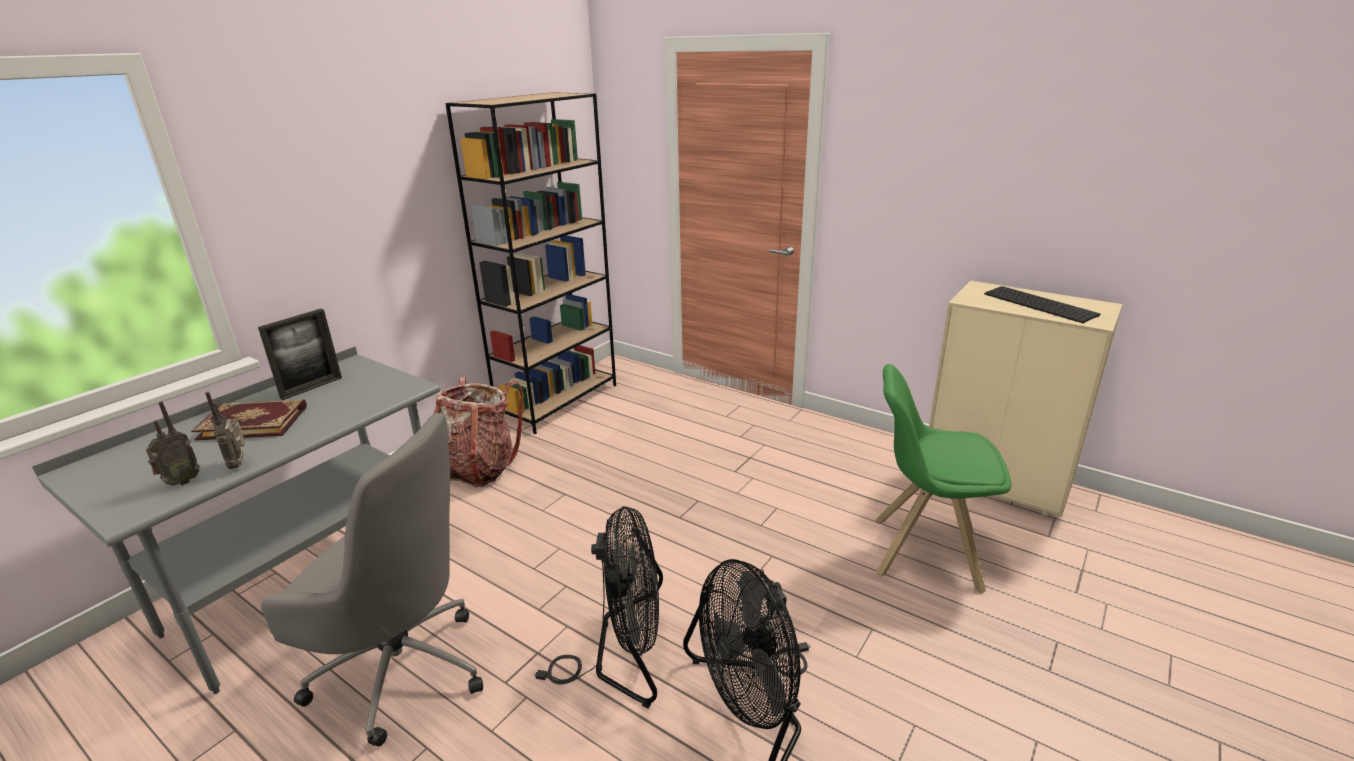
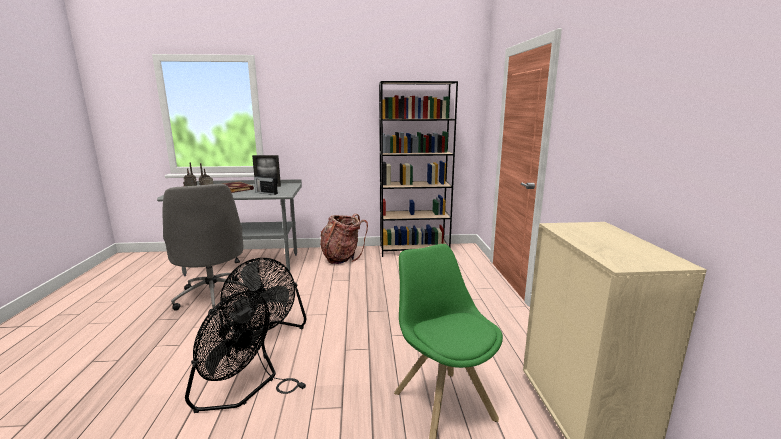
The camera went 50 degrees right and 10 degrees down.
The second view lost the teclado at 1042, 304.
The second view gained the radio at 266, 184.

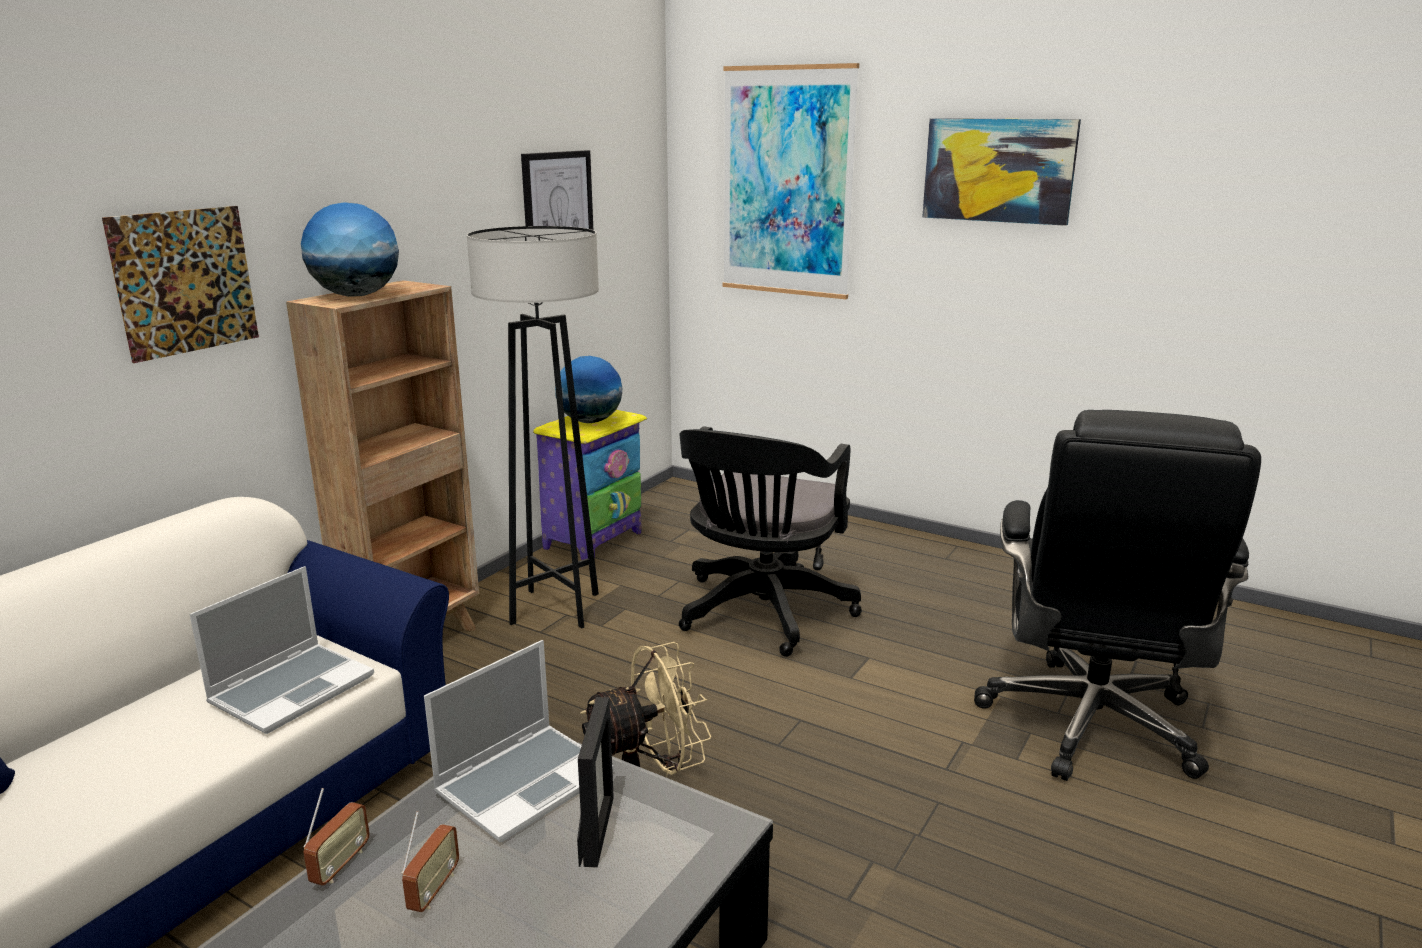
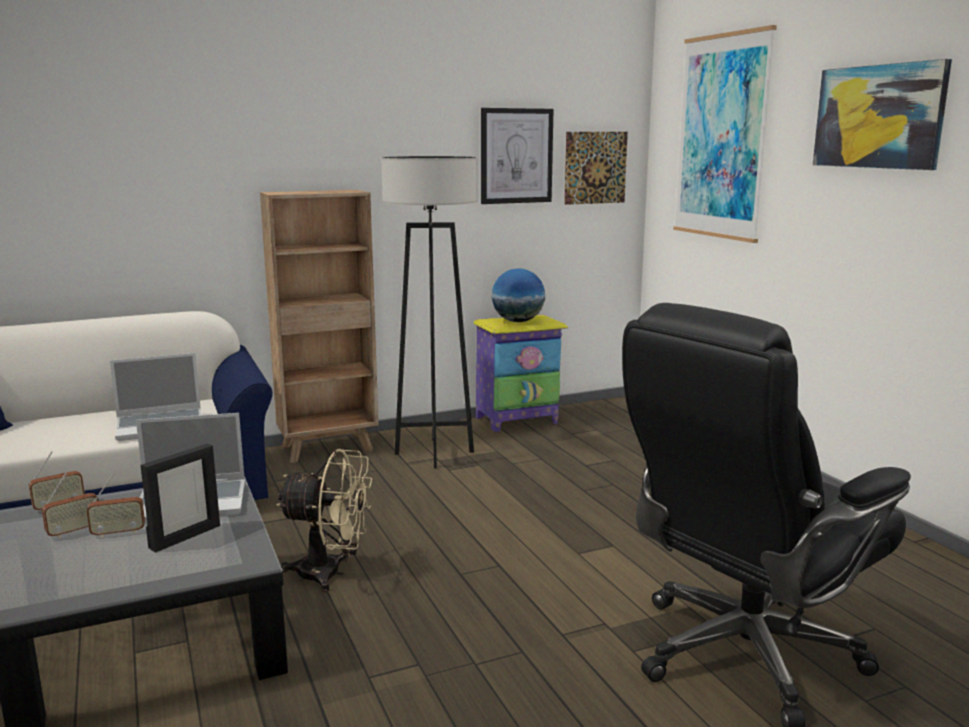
The camera went 35 degrees right and 5 degrees down.
The cuadro ended up elsewhere, having gone from 180, 284 to 596, 168.
The second view lost the globo terráqueo at 350, 249.
The second view lost the silla de oficina [negro] at 770, 541.
The second view gained the radio at 116, 506.

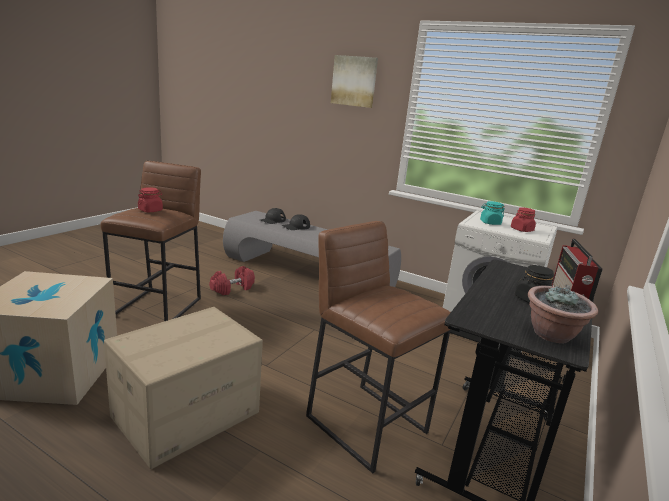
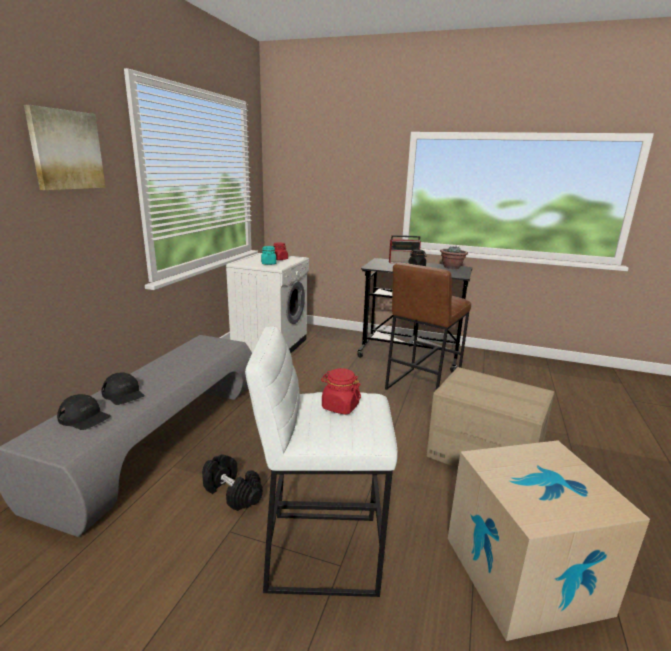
The camera went 100 degrees left and 0 degrees up.
What was the taburete [marrón] at 150, 241 turned into the taburete [blanco] at 321, 461.
What was the mancuerna [rojo] at 232, 280 turned into the mancuerna [negro] at 232, 482.

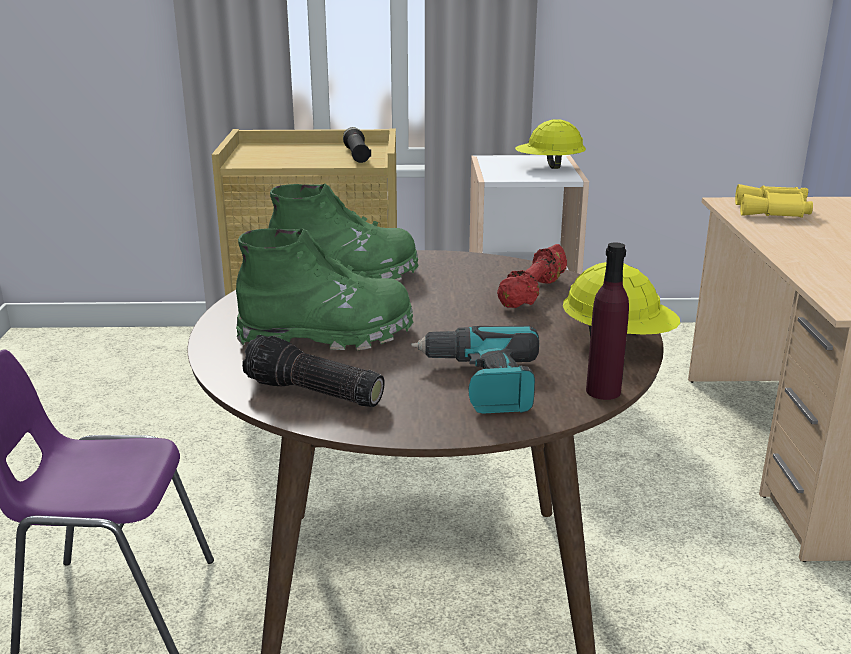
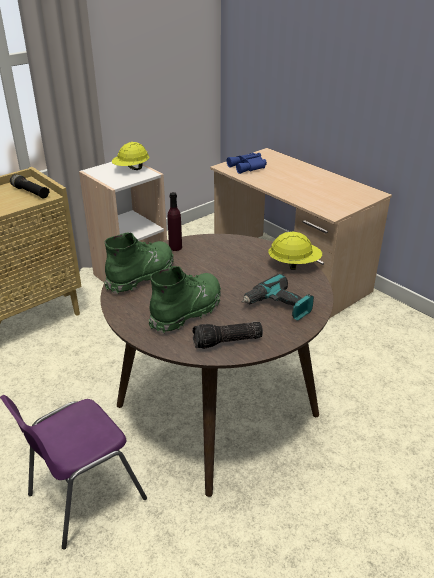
The camera went 40 degrees left and 10 degrees up.
The second view lost the mancuerna [rojo] at 532, 276.
The botella [morado] ended up elsewhere, having gone from 607, 321 to 175, 221.
What was the prismáticos [amarillo] at 774, 201 turned into the prismáticos [azul] at 246, 163.

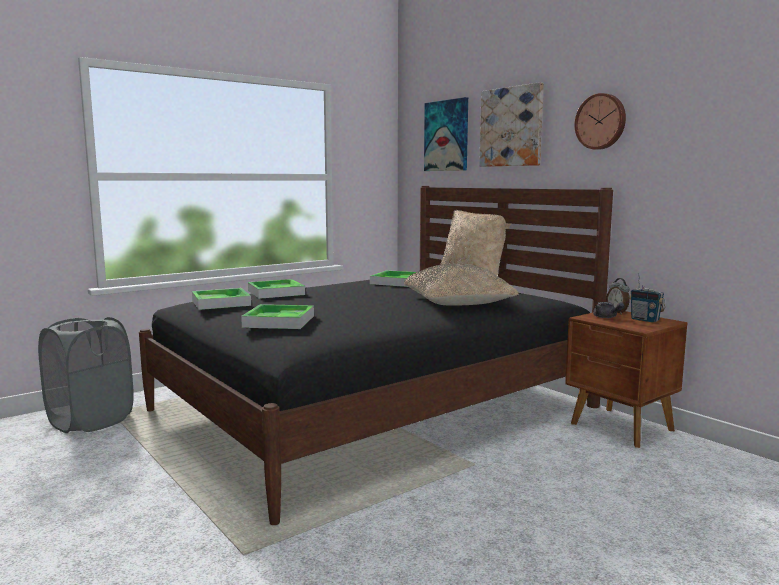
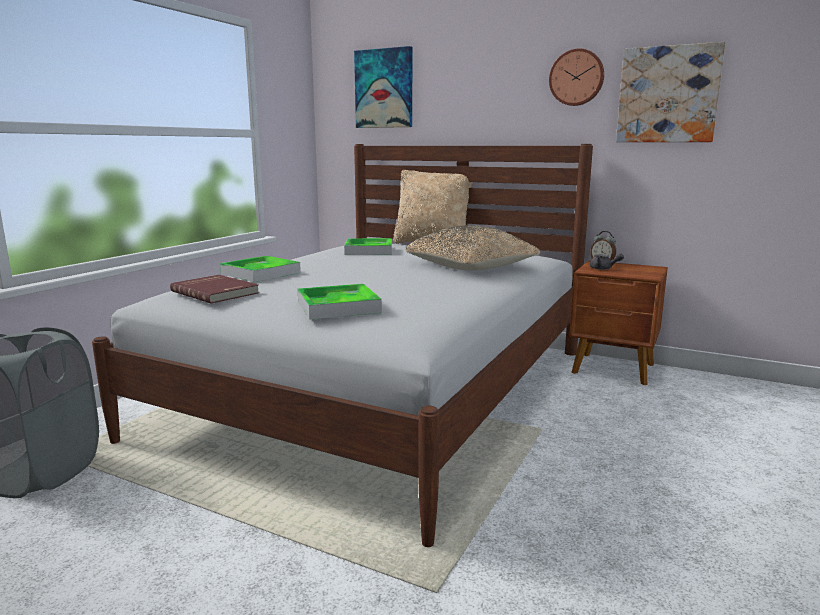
The camera went 25 degrees left and 5 degrees up.
What was the cama [negro] at 376, 355 turned into the cama [blanco] at 342, 345.
Where the bandeja stood at 221, 299, the libro [rojo] came to stand at 214, 289.
The cuadro ended up elsewhere, having gone from 511, 124 to 670, 92.
The second view lost the radio at 647, 298.

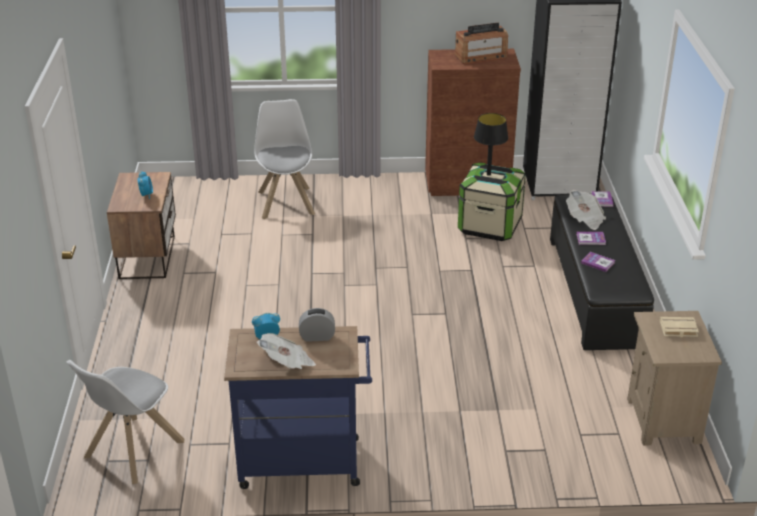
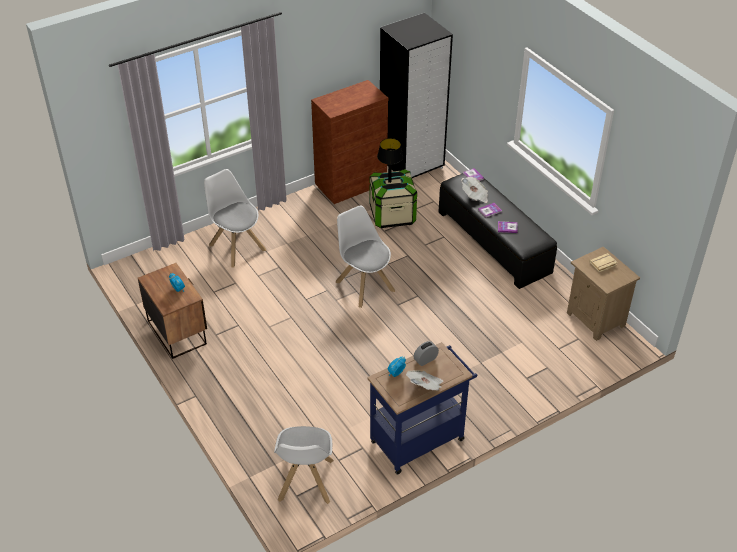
The camera went 30 degrees left and 10 degrees up.
The second view lost the radio at 481, 44.
The second view gained the silla at 365, 256.

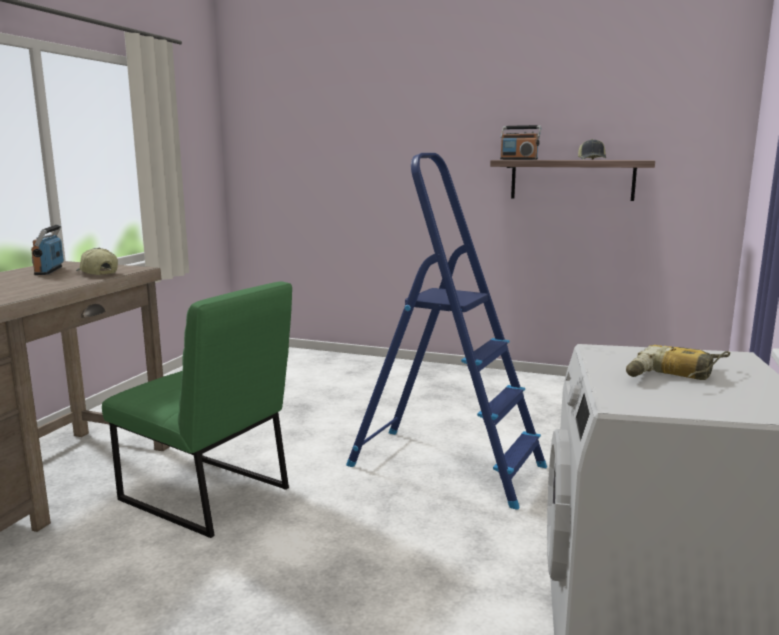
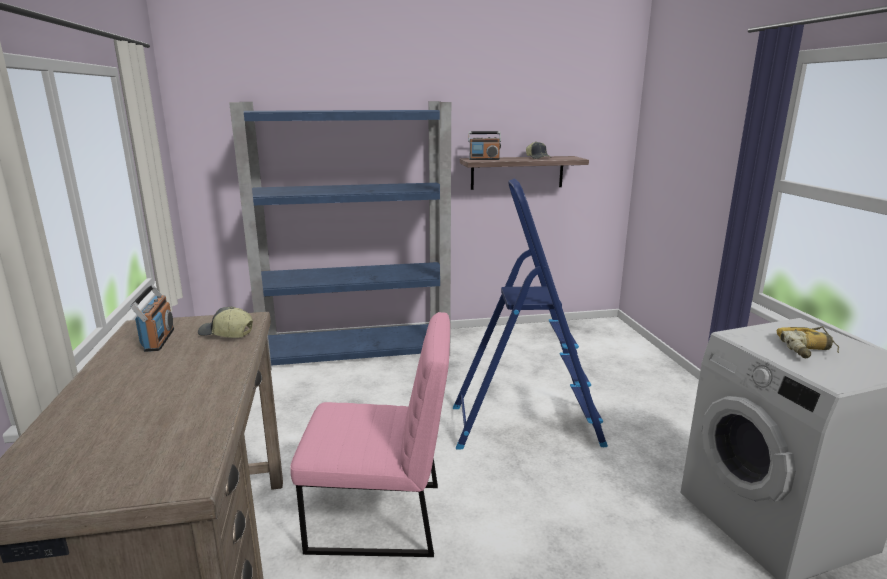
The camera went 30 degrees left and 5 degrees up.
The radio at 47, 249 ended up facing another way, 150 degrees counterclockwise from before.
What was the silla [verde] at 197, 410 turned into the silla [rosa] at 370, 434.
The second view gained the estantería [azul] at 340, 235.

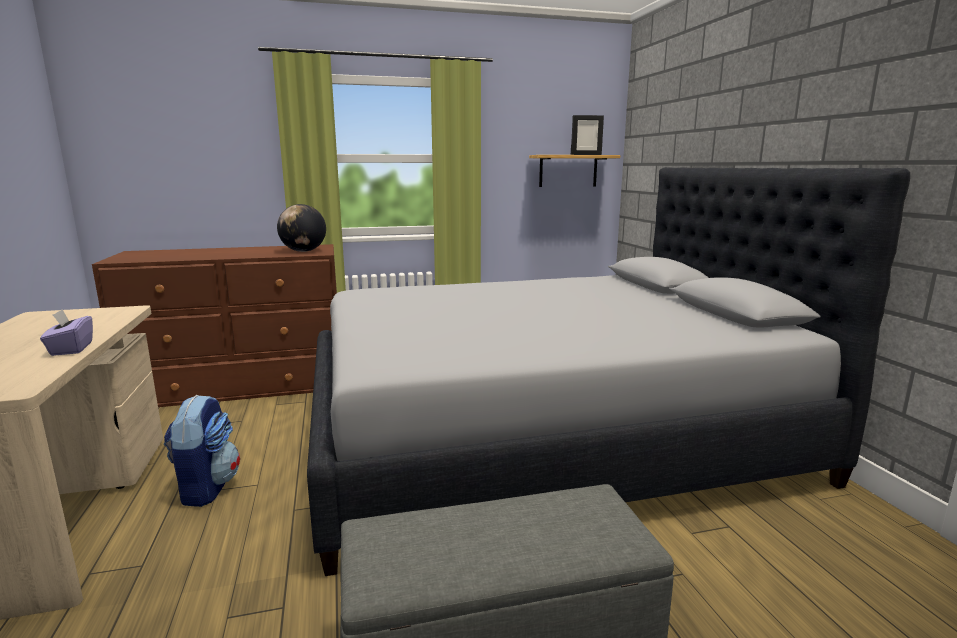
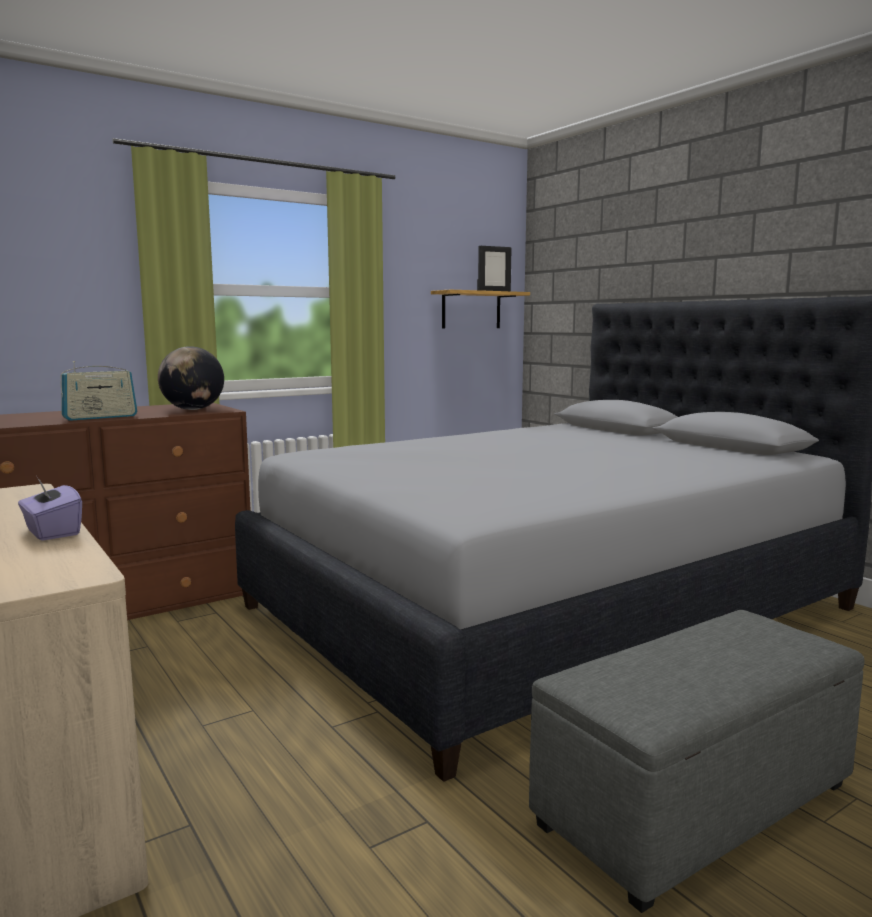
The camera went 20 degrees left and 5 degrees down.
The second view lost the mochila at 201, 451.
The second view gained the radio at 98, 391.

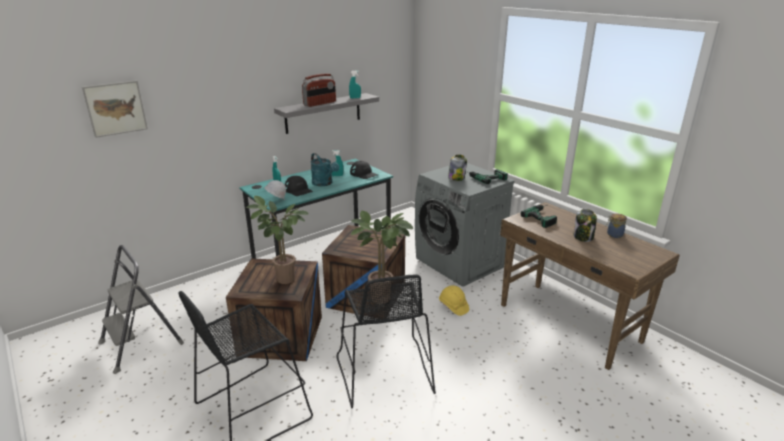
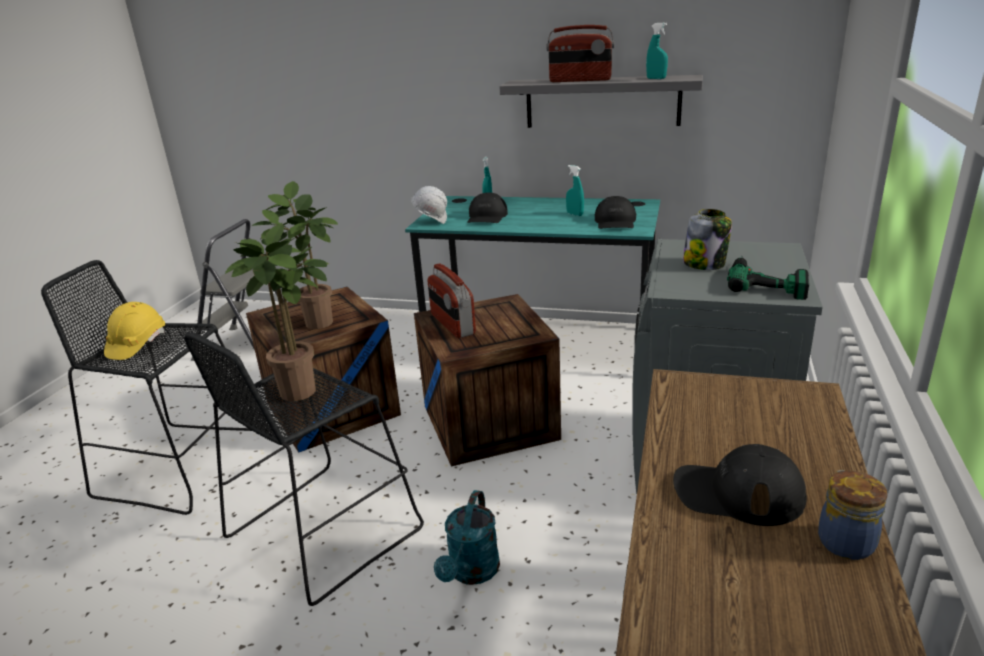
The camera went 55 degrees right and 0 degrees up.
The second view lost the cuadro at 115, 109.
The regadera [turquesa] ended up elsewhere, having gone from 325, 169 to 467, 537.
The casco [amarillo] ended up elsewhere, having gone from 454, 300 to 134, 331.
The second view lost the taladro at 539, 216.
Where the tarro stood at 585, 225, the gorra [negro] came to stand at 740, 485.
The second view gained the radio at 452, 300.

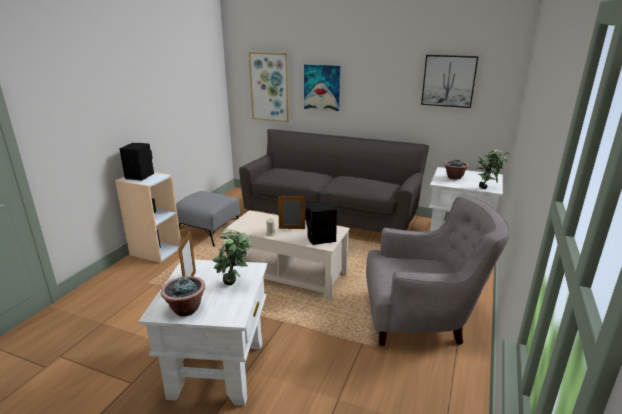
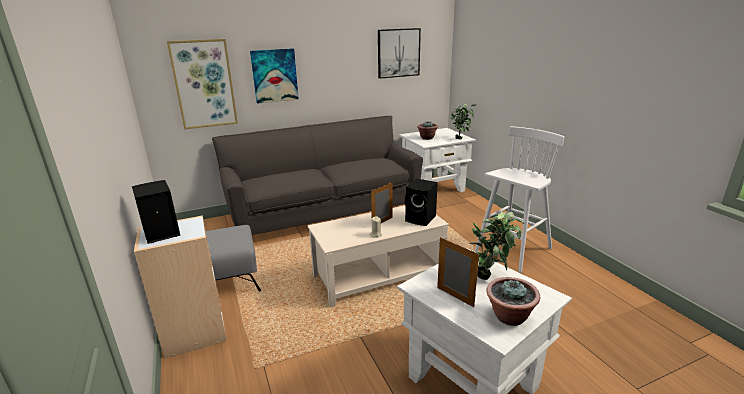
The camera went 45 degrees left and 0 degrees up.
Where the sillón [gris] stood at 438, 270, the taburete [blanco] came to stand at 519, 199.

